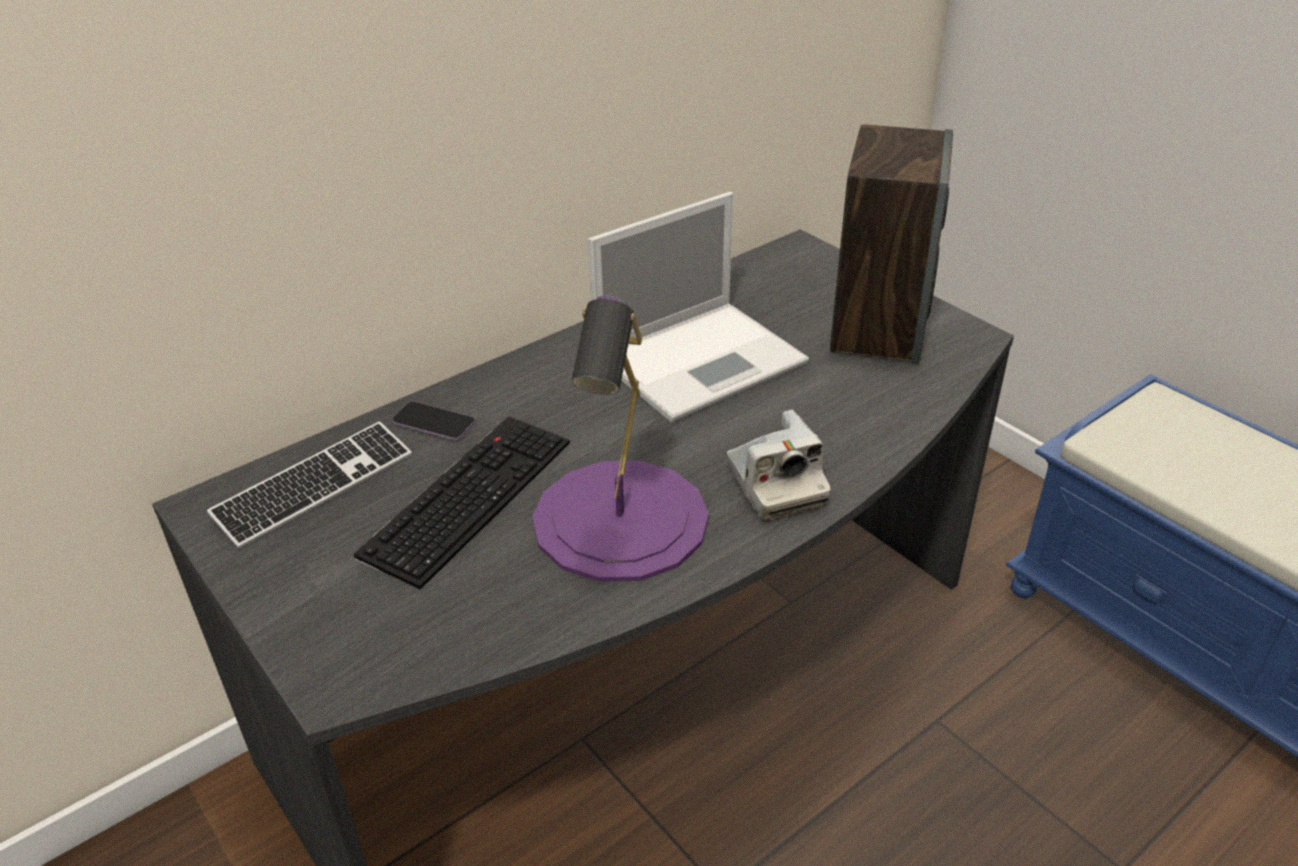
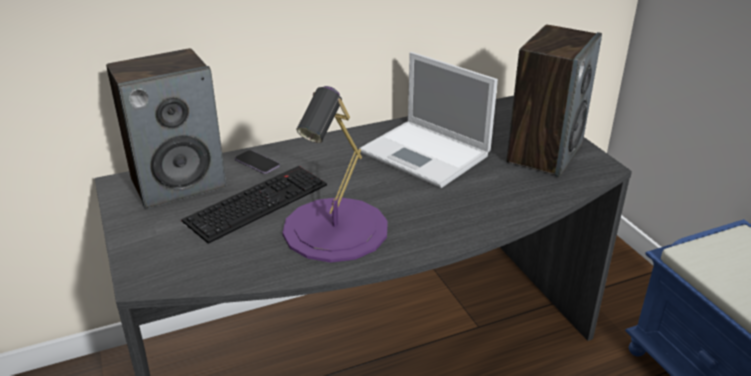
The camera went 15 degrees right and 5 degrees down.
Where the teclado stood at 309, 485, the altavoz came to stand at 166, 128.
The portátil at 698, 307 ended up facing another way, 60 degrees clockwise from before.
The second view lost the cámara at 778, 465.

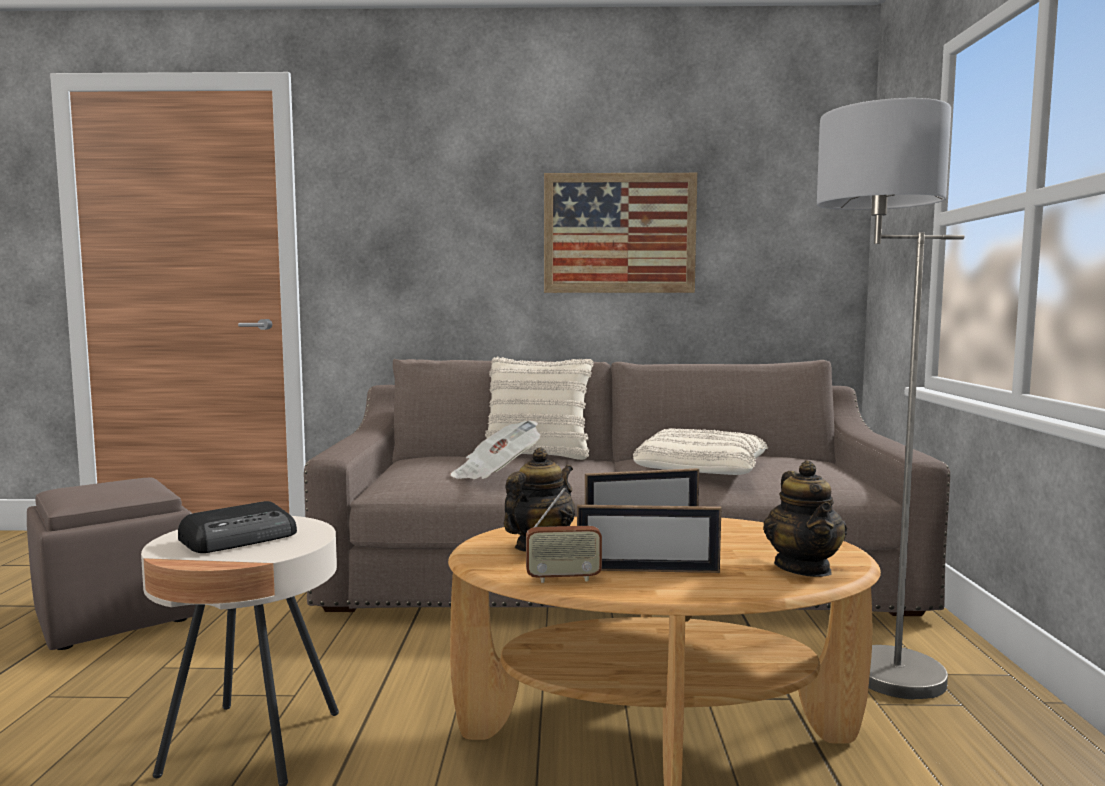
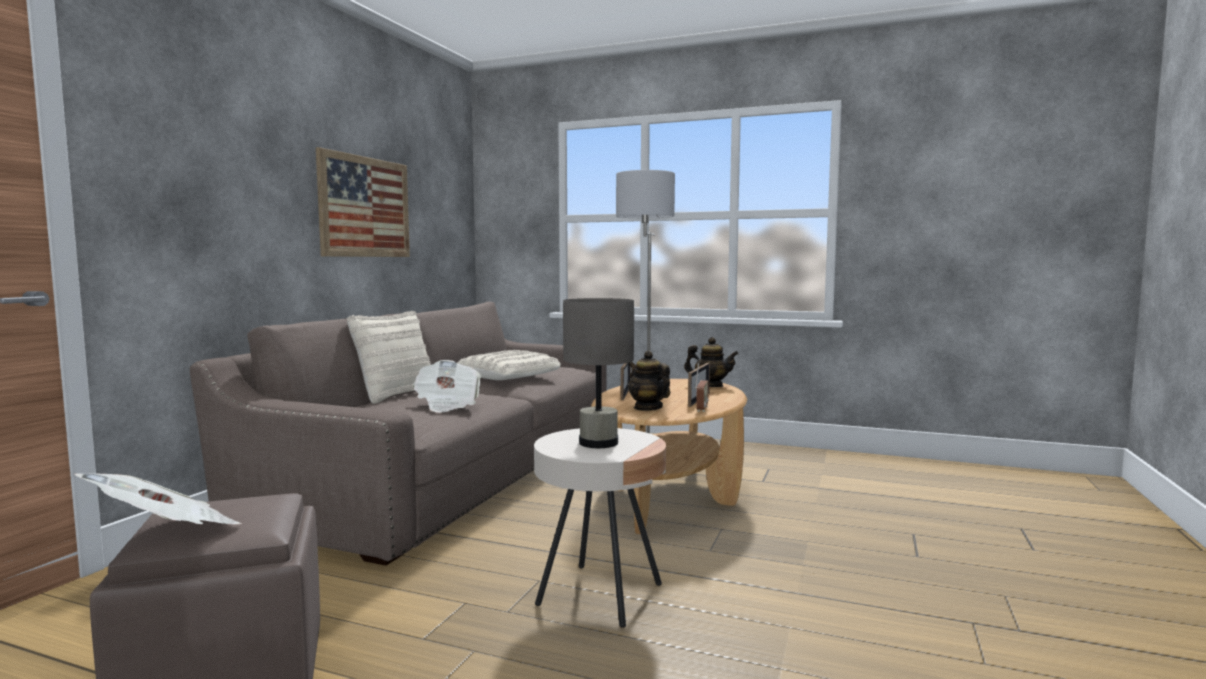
The camera went 70 degrees left and 0 degrees up.
Where the radio stood at 237, 527, the lámpara de mesa [gris] came to stand at 598, 373.
The second view gained the periódico at 158, 498.

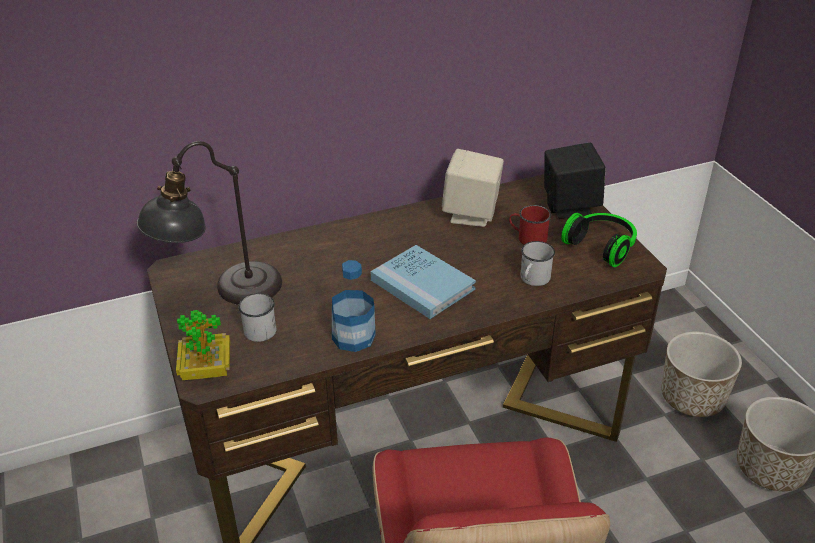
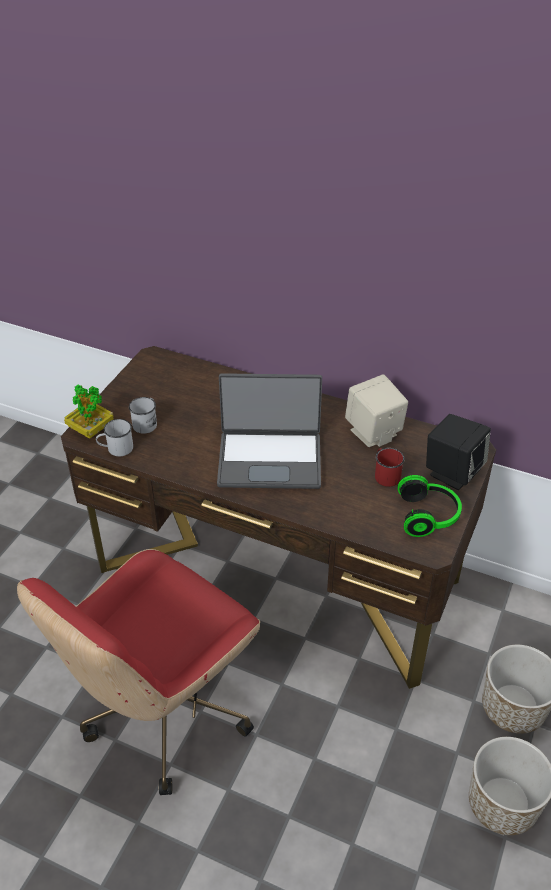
The camera went 45 degrees right and 5 degrees up.
The second view lost the lámpara de mesa [gris] at 209, 223.
The second view lost the botella at 354, 306.
Where the libro [azul] stood at 423, 282, the portátil came to stand at 269, 431.
The taza grande [blanco] ended up elsewhere, having gone from 537, 263 to 114, 437.

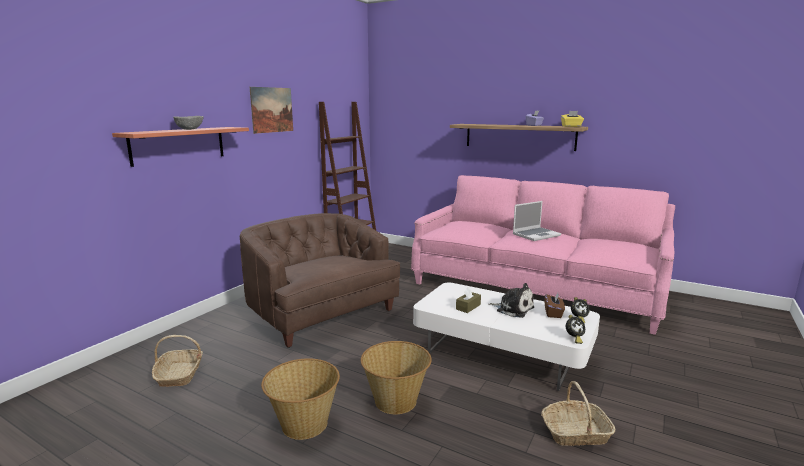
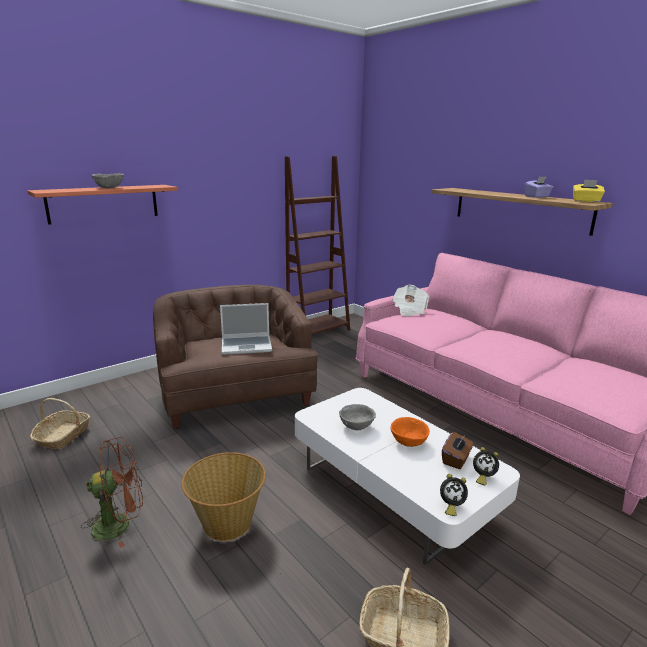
The camera went 20 degrees right and 5 degrees up.
The second view lost the cuadro at 271, 110.
Where the cesta stood at 300, 399, the ventilador [marrón] came to stand at 112, 492.
Where the caja de pañuelos [marrón] stood at 468, 299, the cuenco [gris] came to stand at 357, 417.
Where the peluche stood at 511, 300, the cuenco [naranja] came to stand at 410, 432.
The portátil ended up elsewhere, having gone from 537, 221 to 246, 329.
The second view gained the periódico at 410, 300.

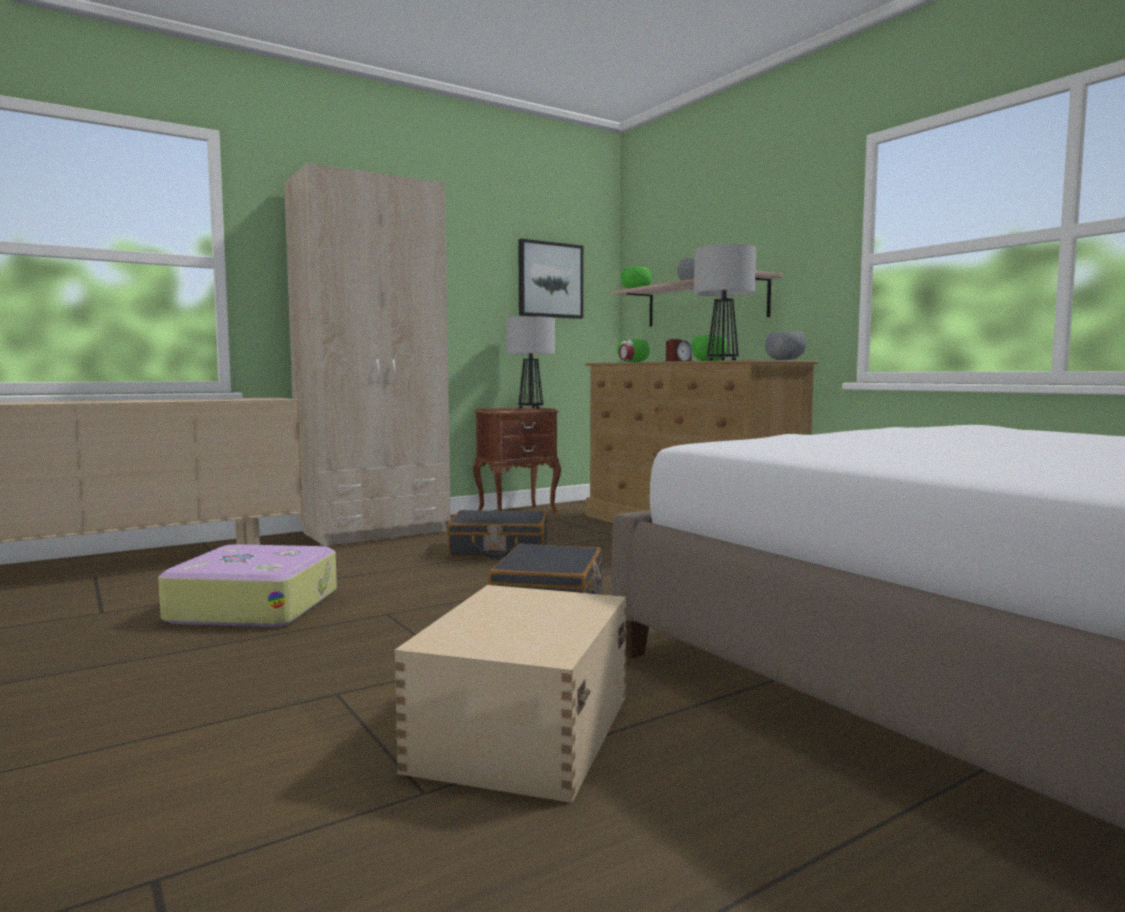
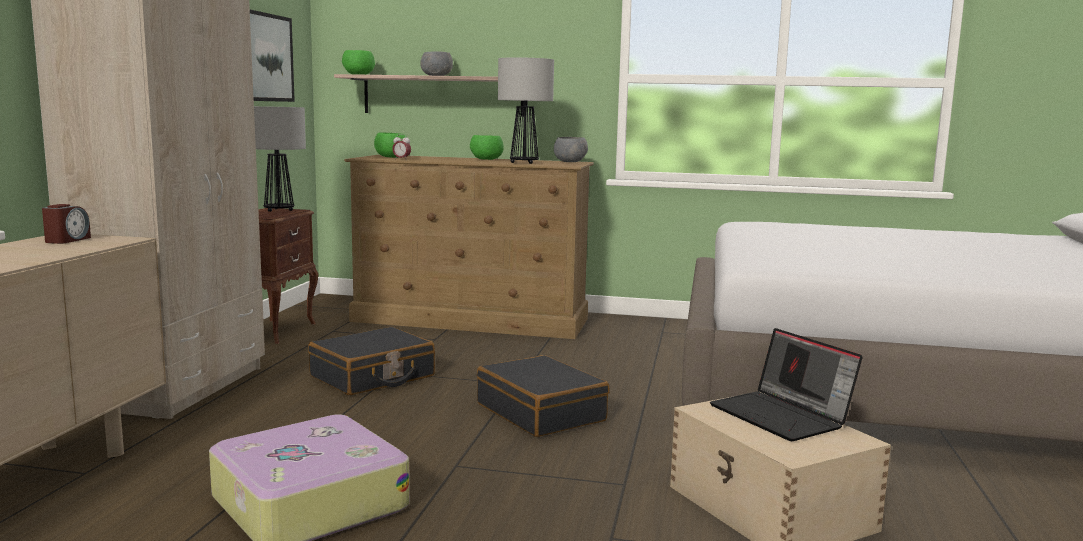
The camera went 45 degrees left and 5 degrees up.
The despertador ended up elsewhere, having gone from 679, 350 to 66, 224.
The second view gained the portátil at 786, 384.

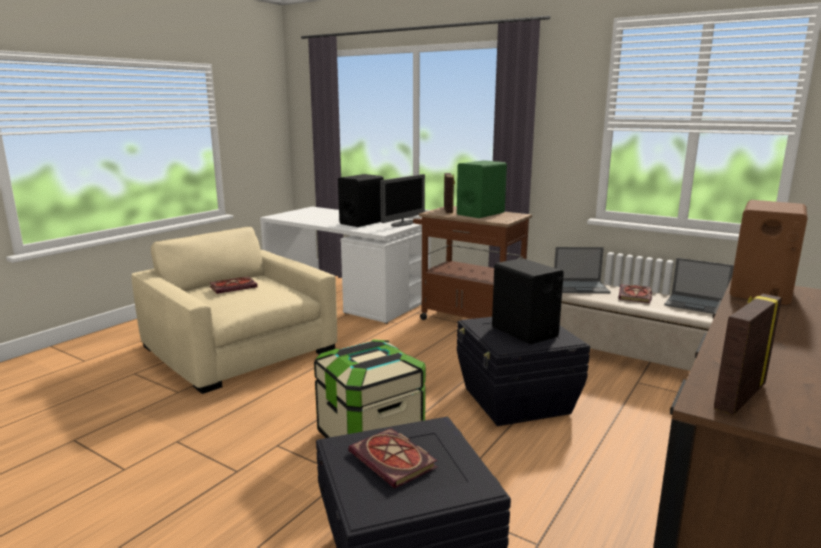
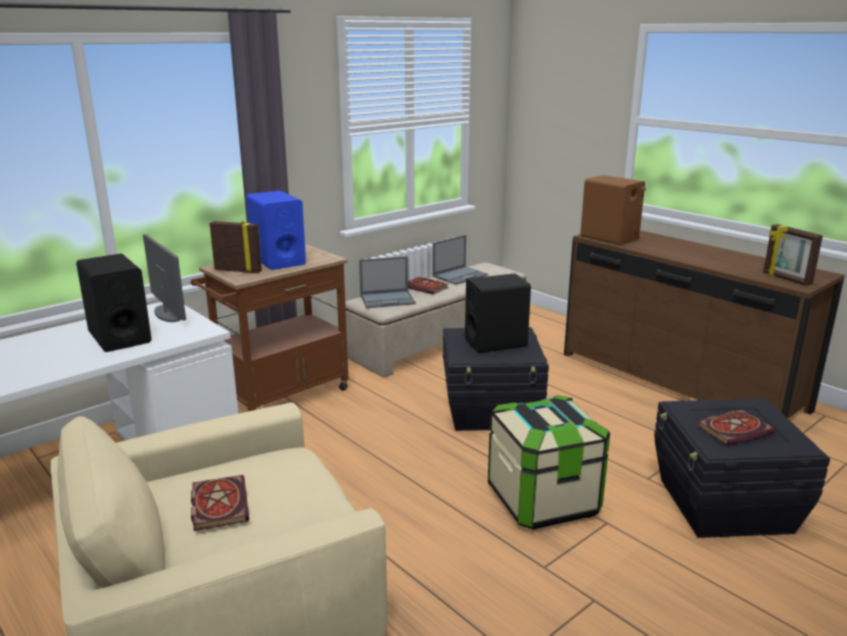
The camera went 75 degrees left and 5 degrees up.
What was the altavoz [verde] at 482, 189 turned into the altavoz [azul] at 276, 230.
The portátil at 582, 270 ended up facing another way, 60 degrees clockwise from before.

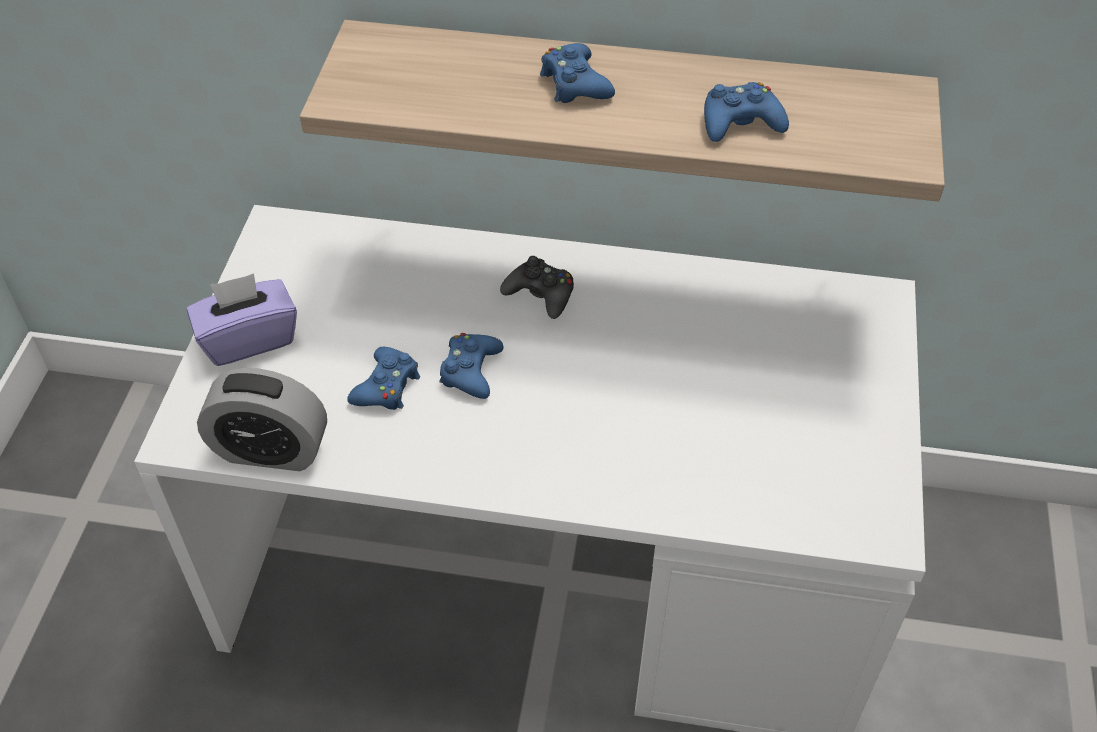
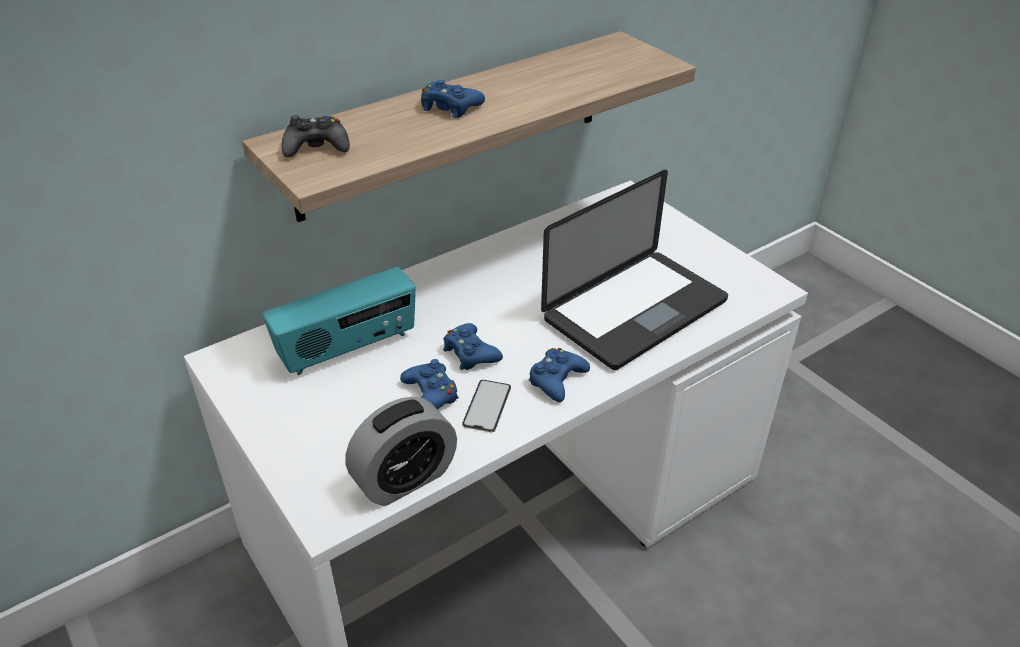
The camera went 45 degrees left and 10 degrees down.
The second view lost the caja de pañuelos [morado] at 242, 319.
The mando de consola [negro] ended up elsewhere, having gone from 537, 287 to 316, 136.
The mando de consola [azul] ended up elsewhere, having gone from 746, 112 to 559, 375.
The second view gained the radio at 339, 321.
The second view gained the móvil at 486, 406.
The second view gained the portátil at 634, 270.

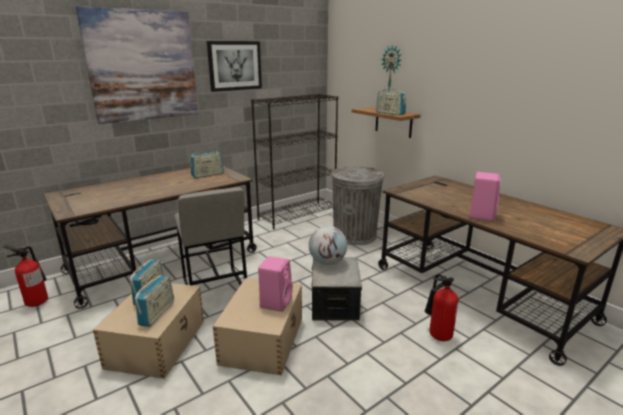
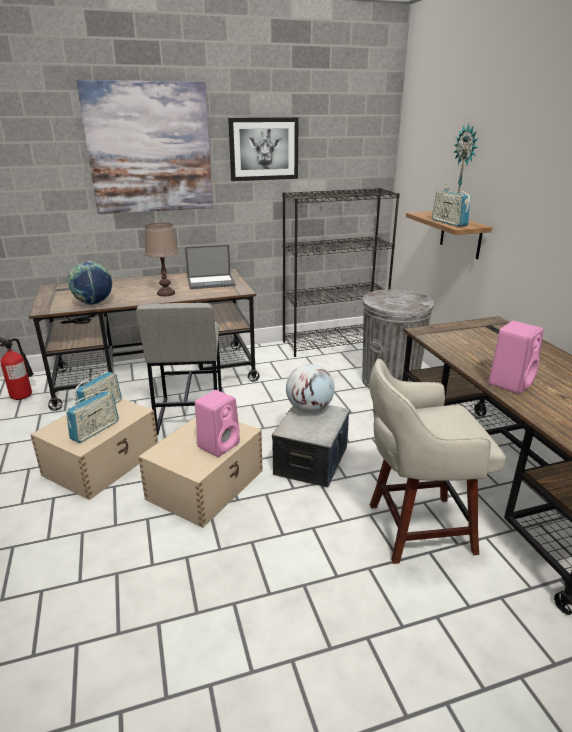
The camera went 20 degrees right and 5 degrees up.
Where the radio stood at 207, 164, the portátil came to stand at 210, 267.
Where the extintor stood at 442, 307, the taburete [beis] came to stand at 437, 461.
The second view gained the globo terráqueo at 90, 283.
The second view gained the lámpara de mesa [marrón] at 162, 260.

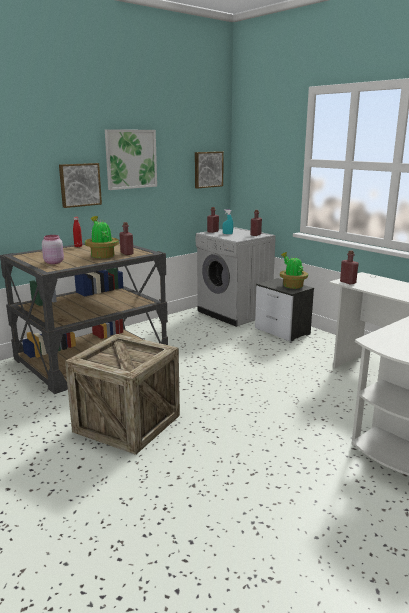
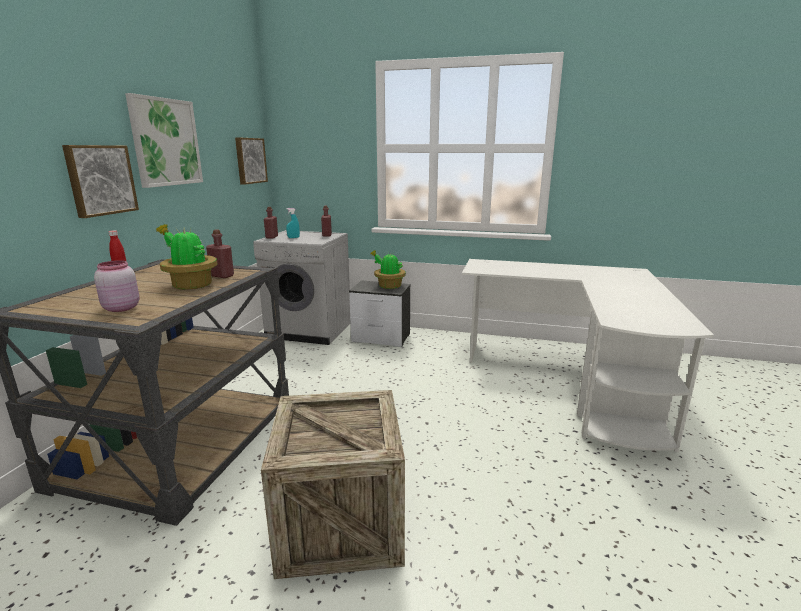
The camera went 35 degrees left and 0 degrees up.
The second view lost the botella [rojo] at 349, 267.

